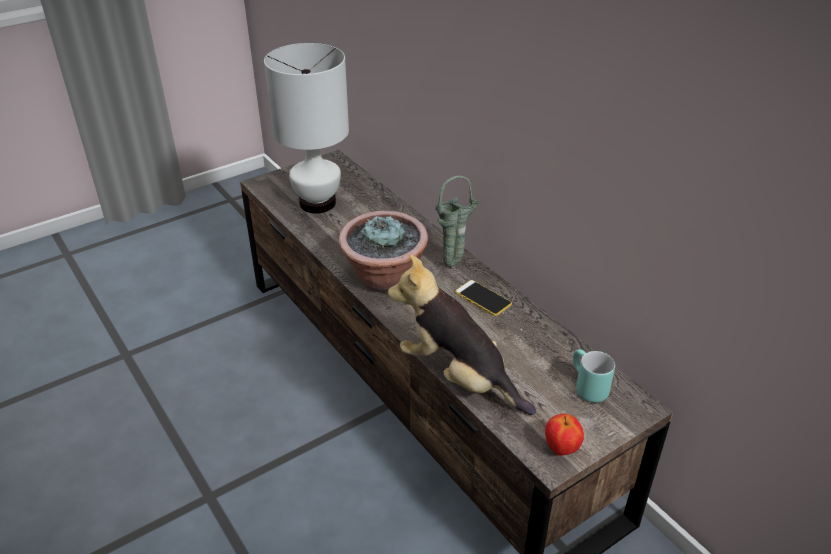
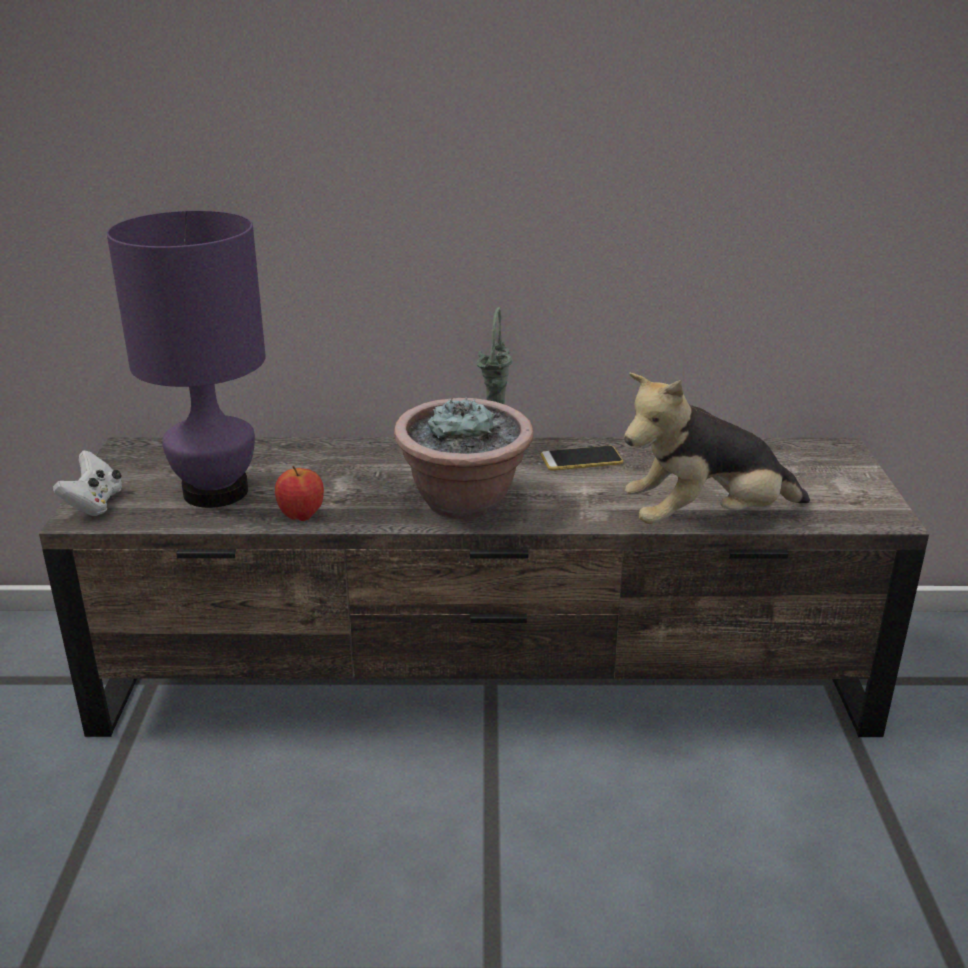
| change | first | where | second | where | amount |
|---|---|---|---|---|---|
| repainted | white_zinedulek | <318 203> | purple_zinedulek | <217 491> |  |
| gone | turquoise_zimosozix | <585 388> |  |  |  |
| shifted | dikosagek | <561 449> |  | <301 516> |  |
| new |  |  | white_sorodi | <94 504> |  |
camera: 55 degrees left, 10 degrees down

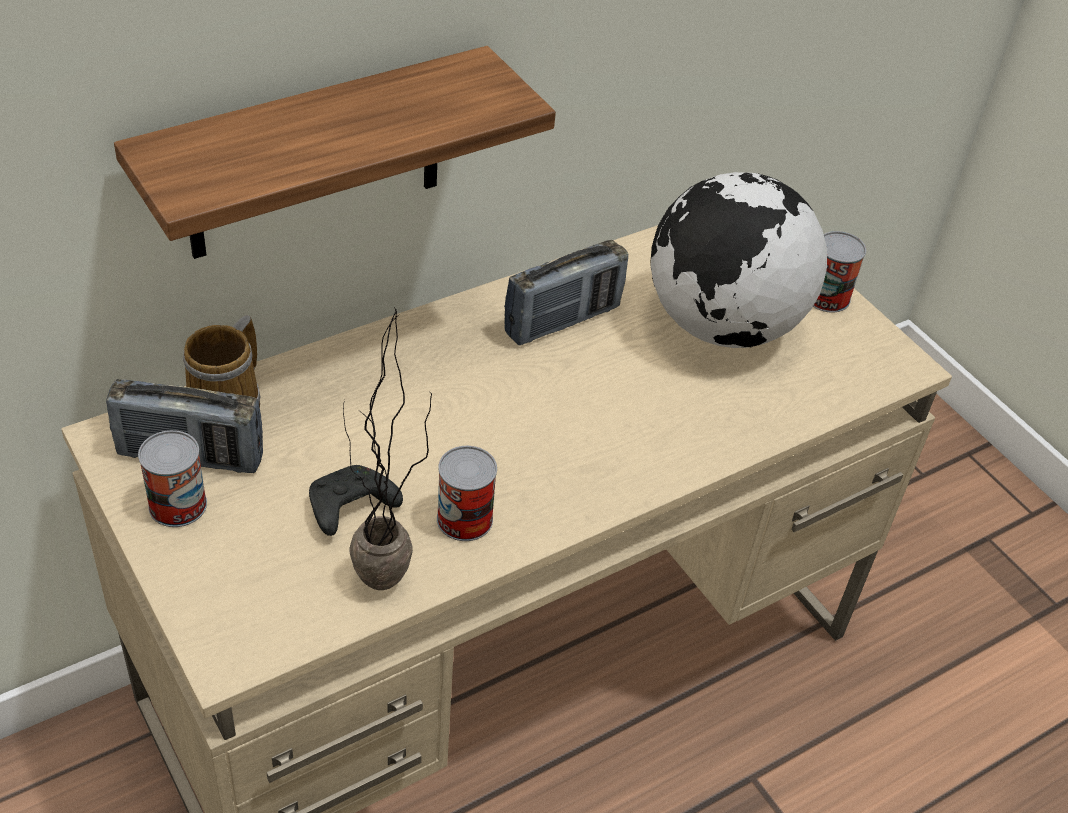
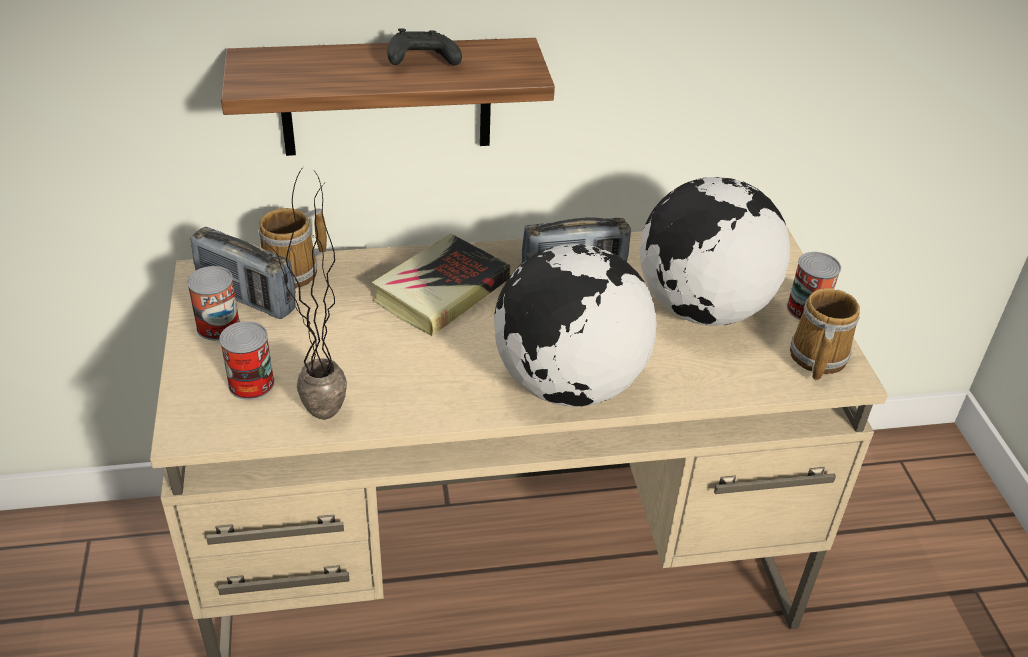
| change | first | where | second | where | amount |
|---|---|---|---|---|---|
| shifted | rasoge | <464 519> |  | <251 384> |  |
| shifted | black_sorodi | <349 509> |  | <420 61> |  |
| new |  |  | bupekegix | <441 291> |  |
| new |  |  | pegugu | <568 385> |  |
| new |  |  | zimosozix | <816 358> |  |
camera: 25 degrees right, 5 degrees down

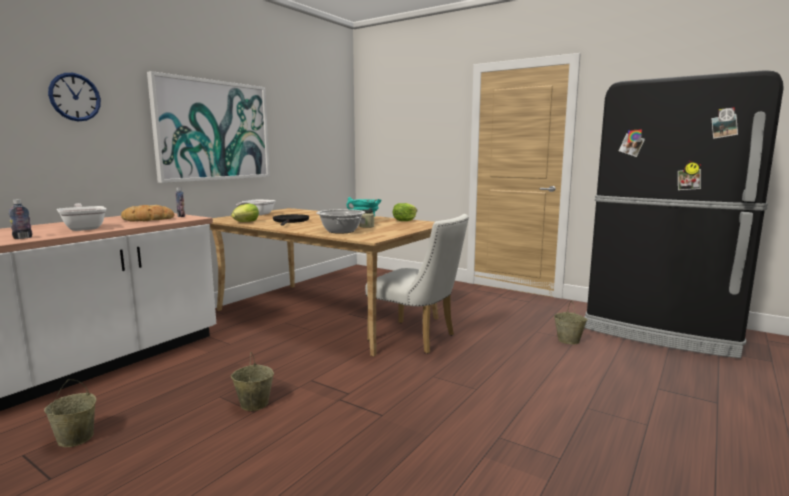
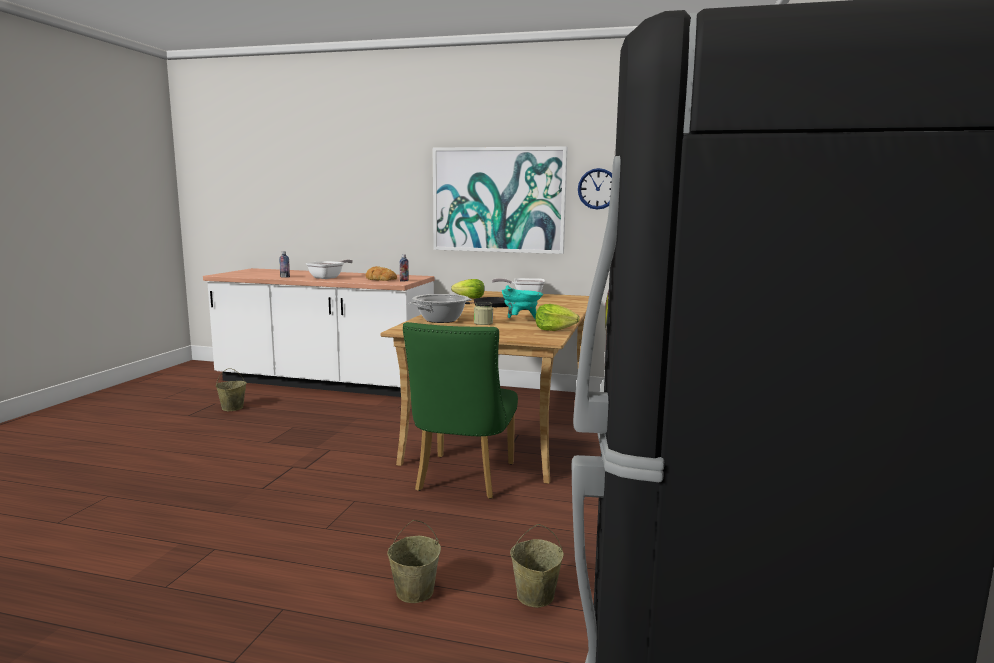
| change | first | where | second | where | amount |
|---|---|---|---|---|---|
| shifted | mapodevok | <75 97> |  | <598 189> |  |
| repainted | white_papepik | <418 339> | green_papepik | <462 480> |  |
| shifted | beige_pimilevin | <254 404> |  | <414 591> |  |
camera: 70 degrees right, 0 degrees up

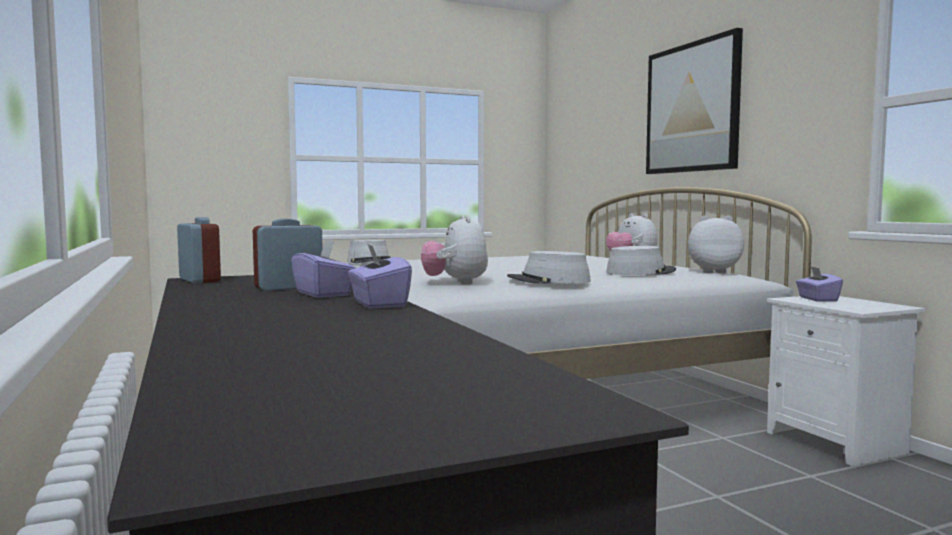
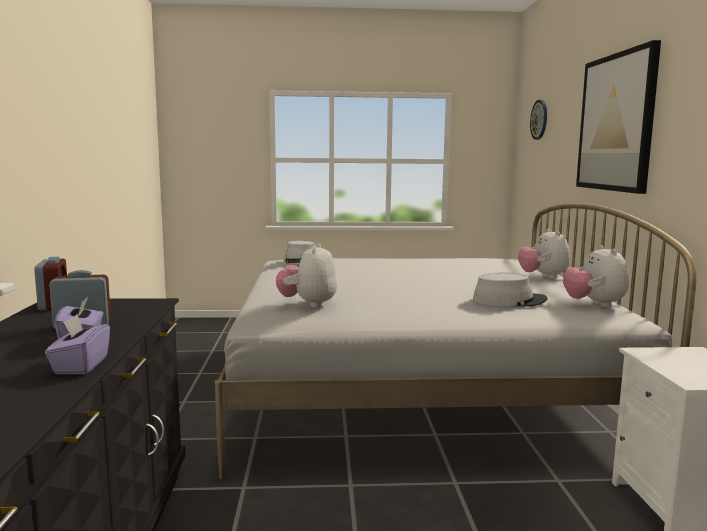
| change | first | where | second | where | amount |
|---|---|---|---|---|---|
| rotated | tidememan | <712 272> |  | <594 304> | 120 degrees counterclockwise |
| gone | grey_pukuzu | <549 281> |  |  |  |
| gone | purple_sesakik | <817 299> |  |  |  |
| new |  |  | mapodevok | <539 119> |  |
camera: 20 degrees right, 5 degrees up

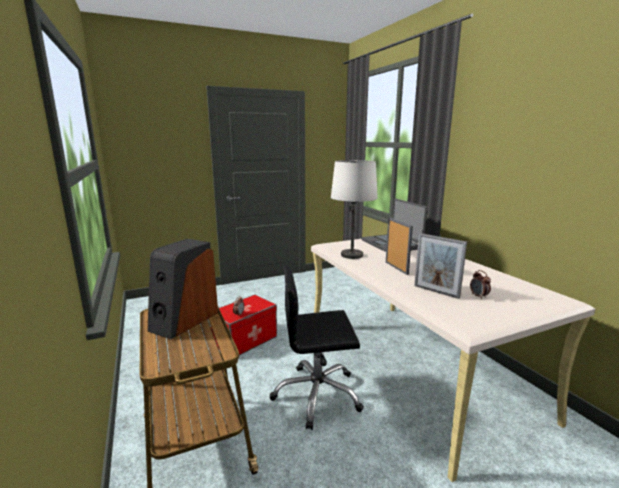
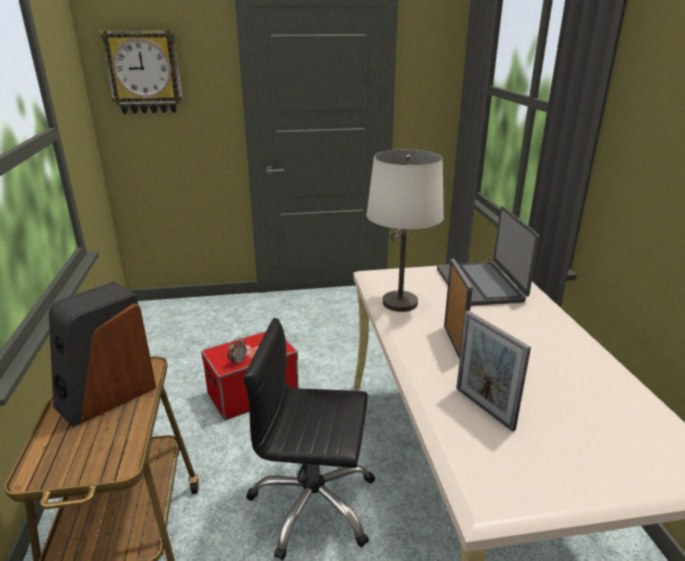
| change | first | where | second | where | amount |
|---|---|---|---|---|---|
| gone | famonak | <478 296> |  |  |  |
| new |  |  | mapodevok | <144 72> |  |
camera: 15 degrees right, 10 degrees up

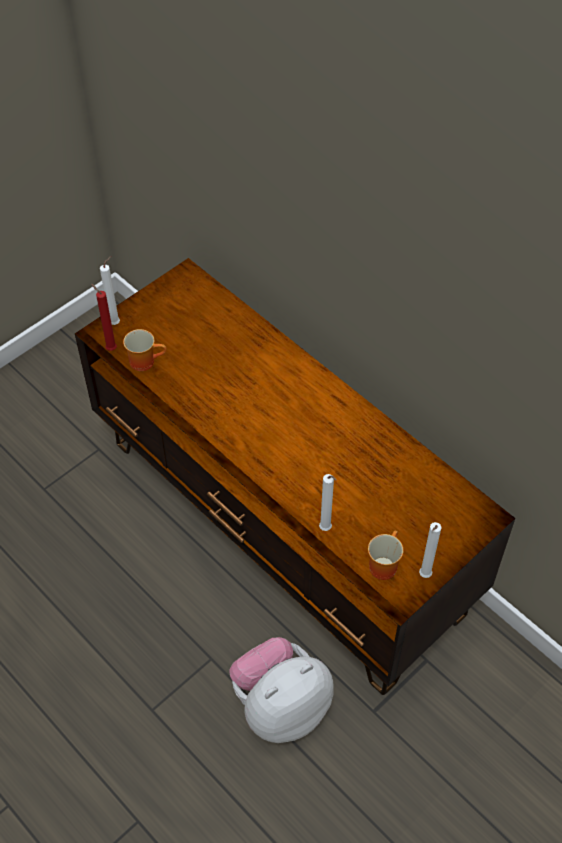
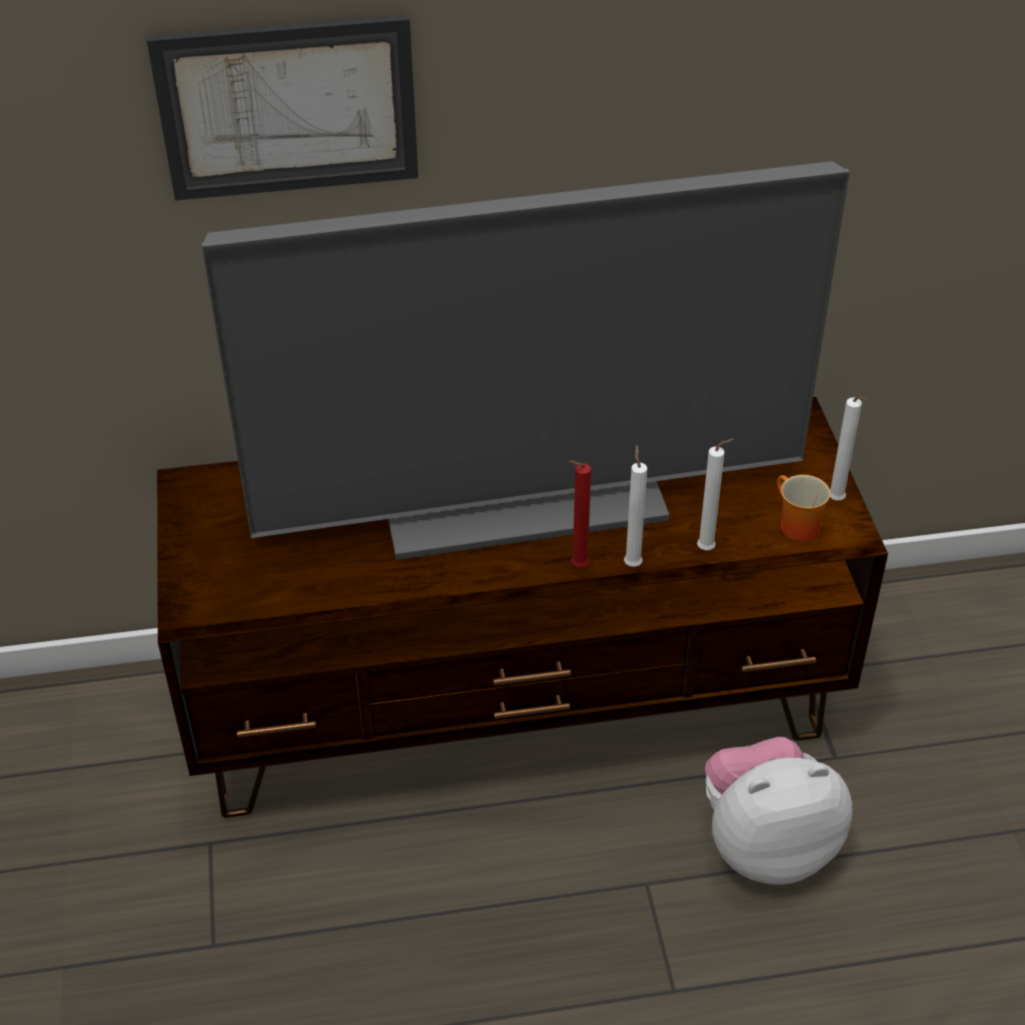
| change | first | where | second | where | amount |
|---|---|---|---|---|---|
| shifted | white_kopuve | <116 322> |  | <632 563> |  |
| shifted | red_kopuve | <110 348> |  | <576 567> |  |
| gone | zimosozix | <145 360> |  |  |  |
| rotated | tidememan | <280 706> |  | <766 844> | 75 degrees clockwise |
| new |  |  | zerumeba | <288 108> |  |
| new |  |  | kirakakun | <524 493> |  |
camera: 55 degrees left, 10 degrees down

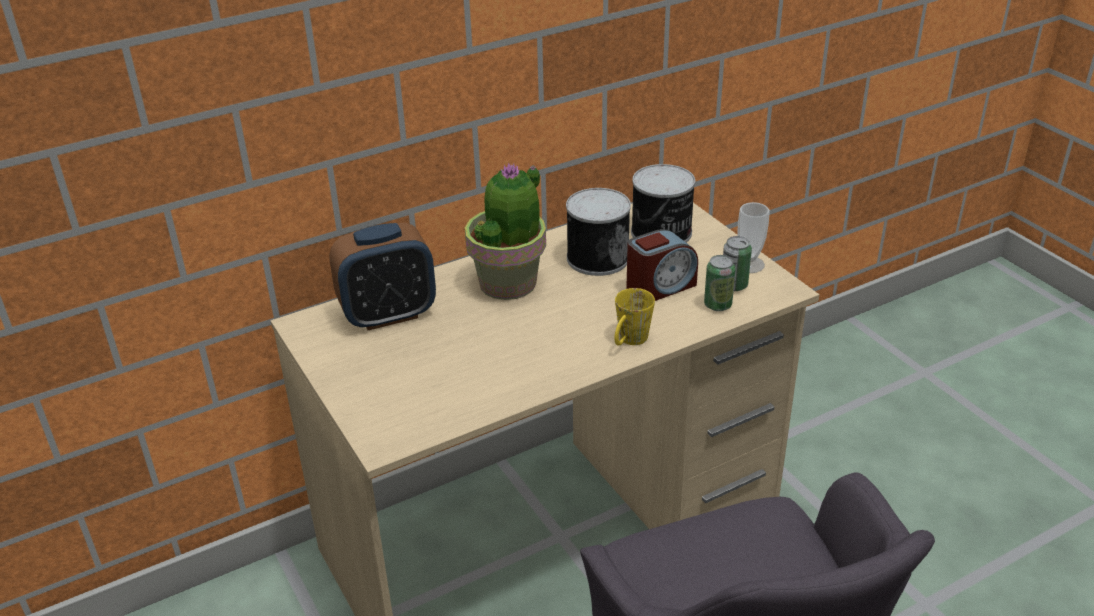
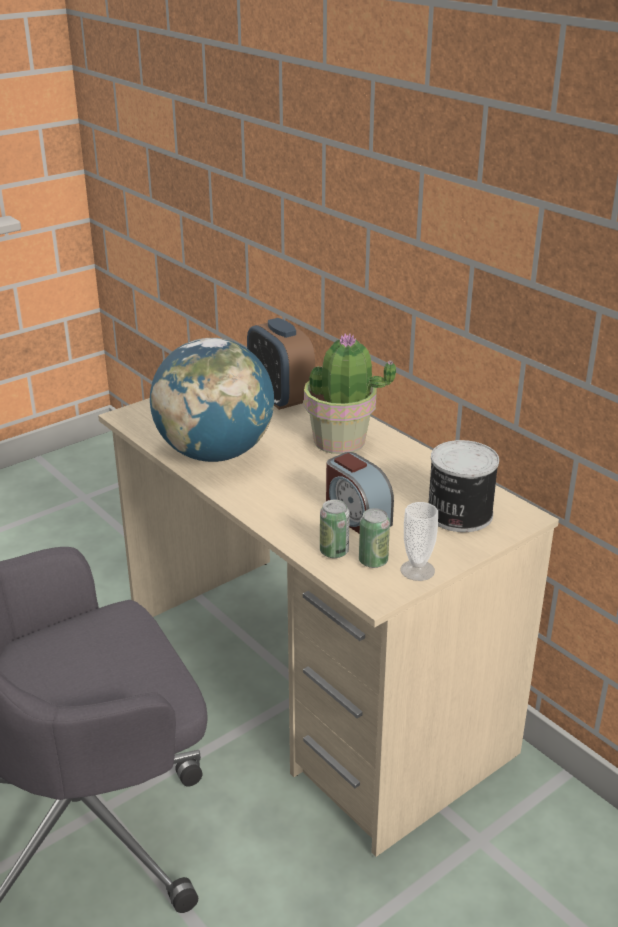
| change | first | where | second | where | amount |
|---|---|---|---|---|---|
| gone | rasoge | <596 257> |  |  |  |
| gone | yellow_zimosozix | <629 342> |  |  |  |
| new |  |  | pegugu | <215 453> |  |
camera: 80 degrees right, 5 degrees down

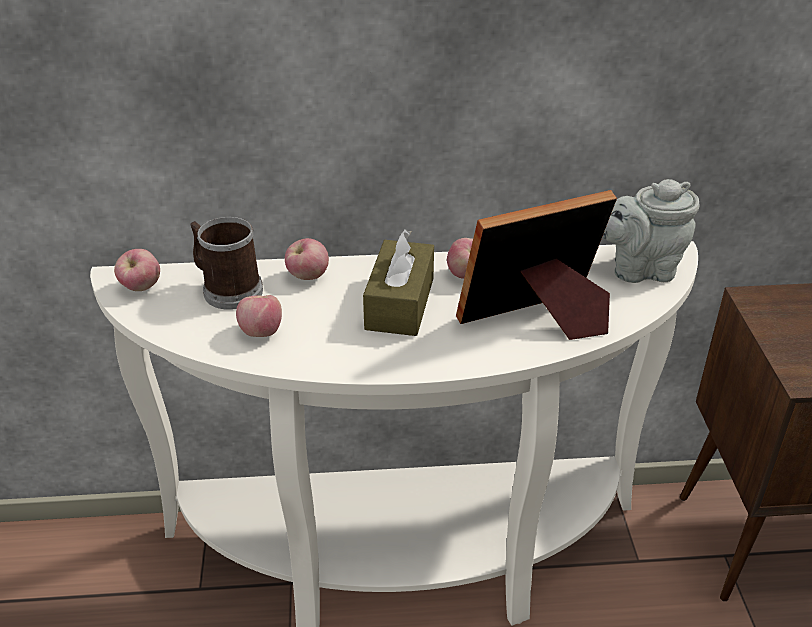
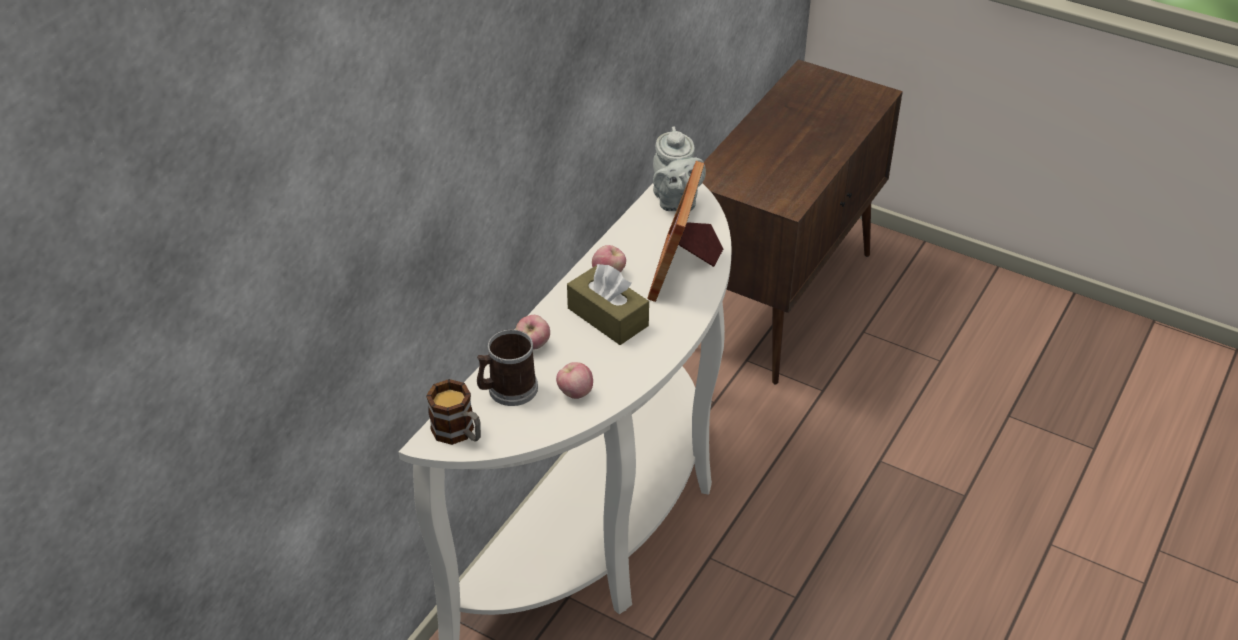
| change | first | where | second | where | amount |
|---|---|---|---|---|---|
| rotated | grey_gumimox | <638 269> |  | <675 201> | 45 degrees counterclockwise |
| swapped | dikosagek | <141 288> | zimosozix | <459 433> |  |
camera: 55 degrees left, 5 degrees up

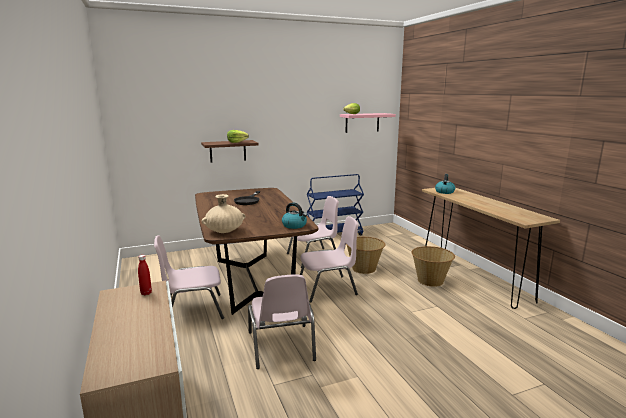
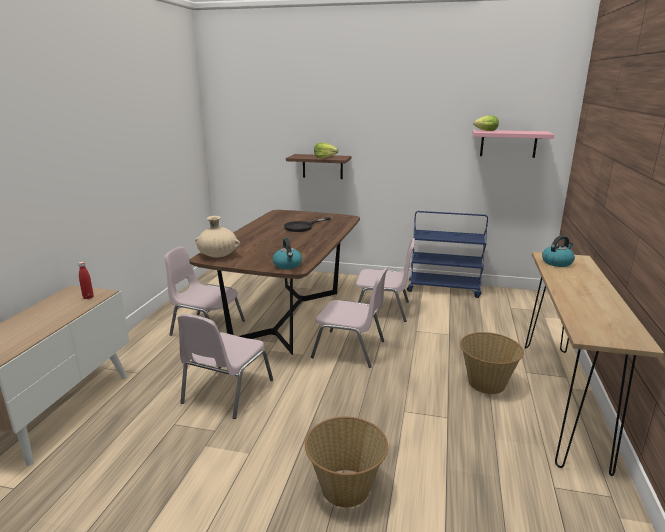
| change | first | where | second | where | amount |
|---|---|---|---|---|---|
| shifted | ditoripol | <364 269> |  | <345 488> |  |
camera: 35 degrees right, 5 degrees up

